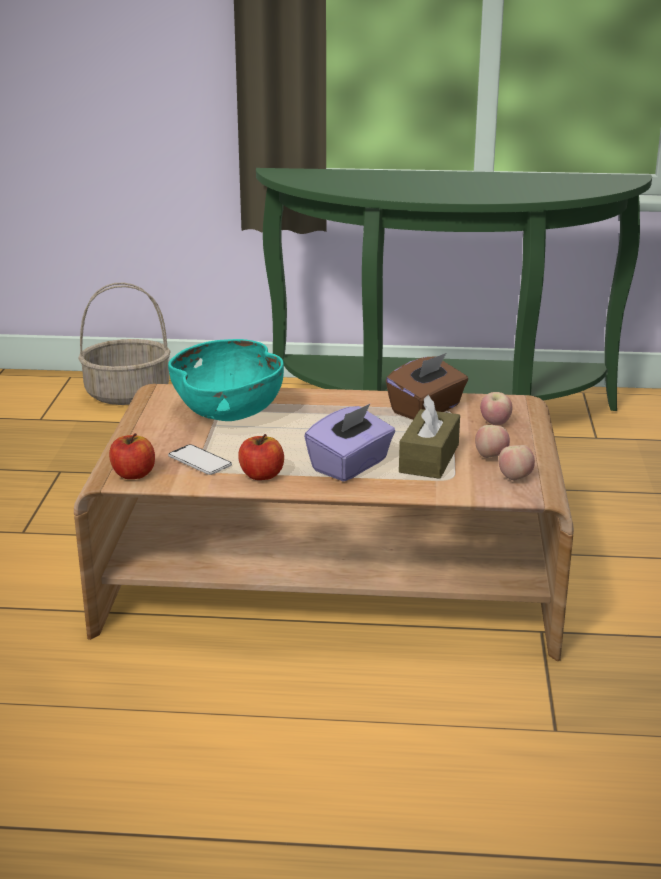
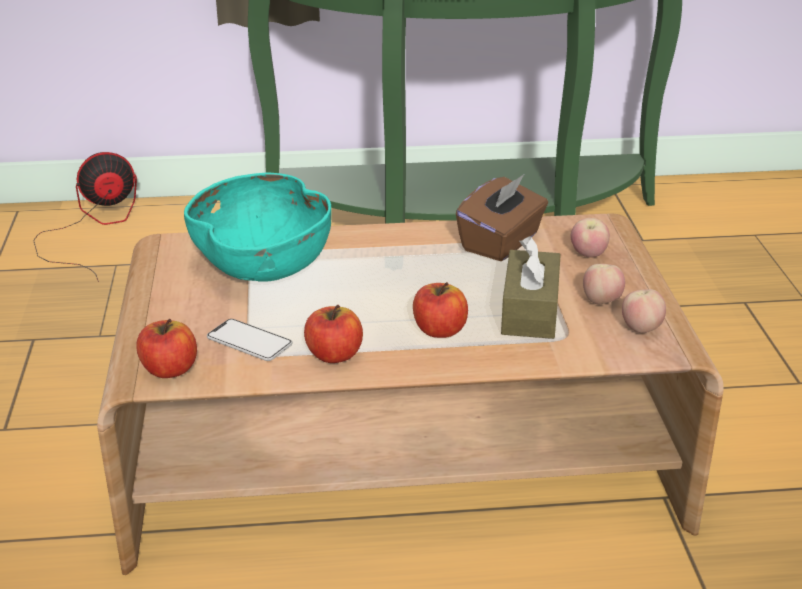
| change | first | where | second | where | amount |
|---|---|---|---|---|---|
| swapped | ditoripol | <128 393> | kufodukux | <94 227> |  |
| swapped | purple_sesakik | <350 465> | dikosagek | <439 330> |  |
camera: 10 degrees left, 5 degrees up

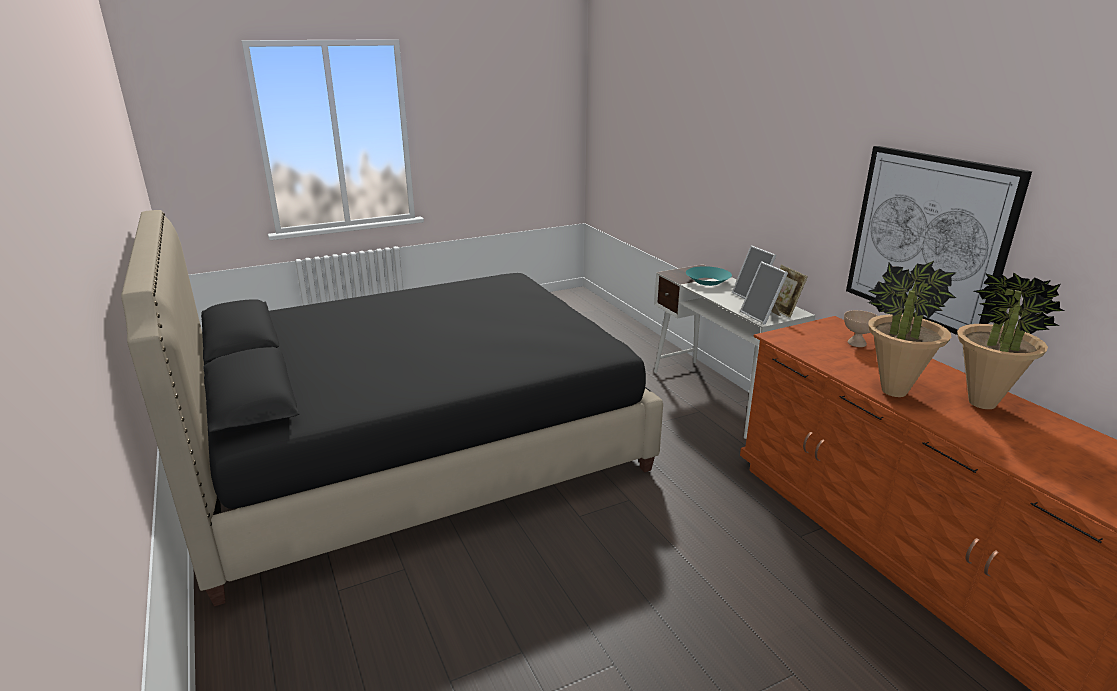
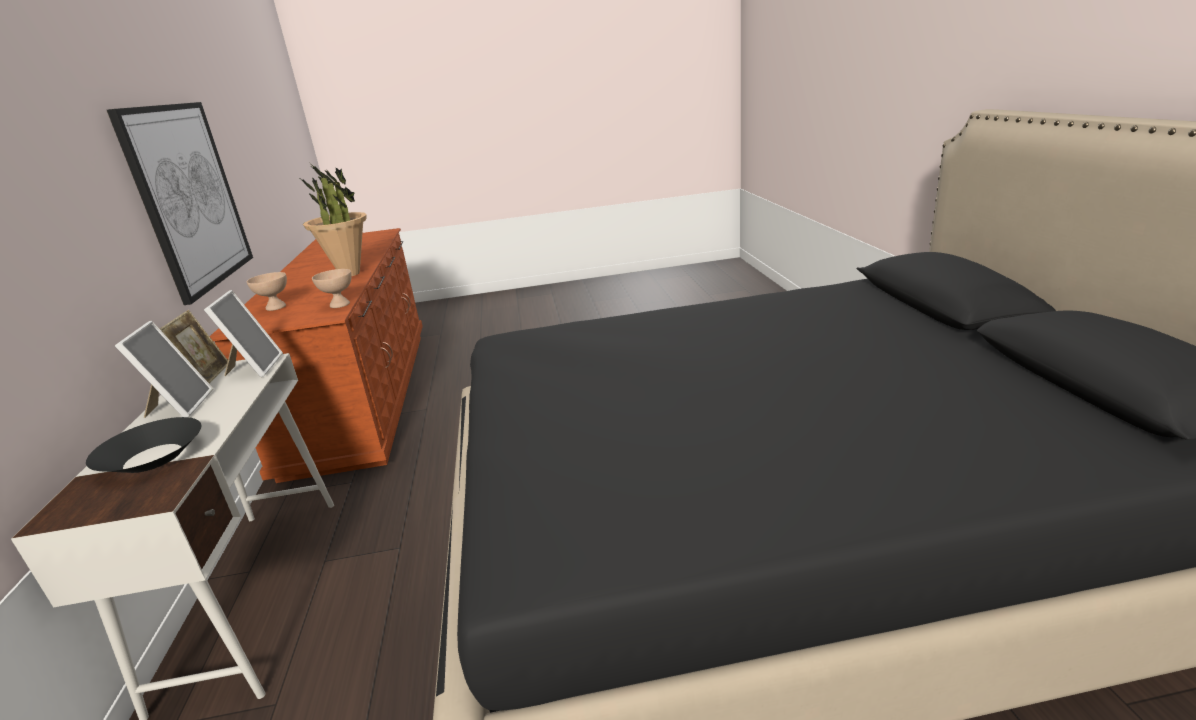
| change | first | where | second | where | amount |
|---|---|---|---|---|---|
| repainted | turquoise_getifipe | <708 281> | black_getifipe | <153 457> |  |
| gone | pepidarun | <982 403> |  |  |  |
| new |  |  | beige_getifipe | <340 304> |  |
camera: 160 degrees left, 0 degrees up

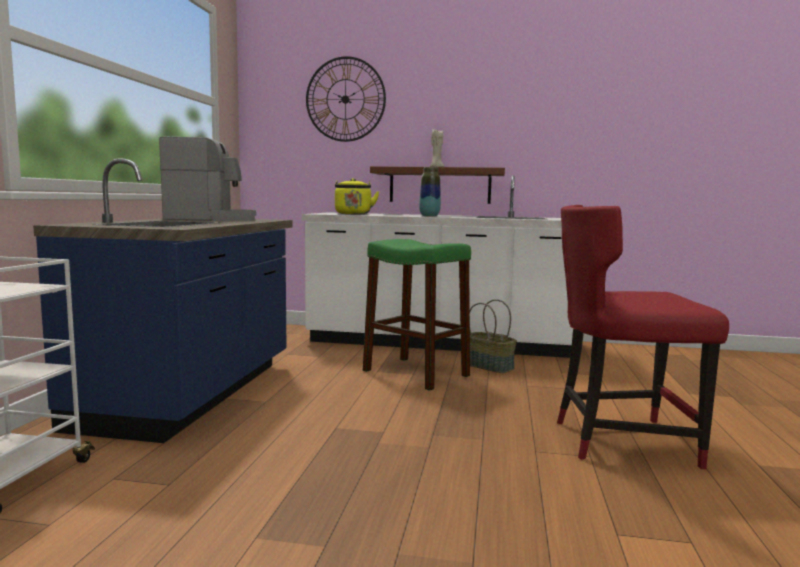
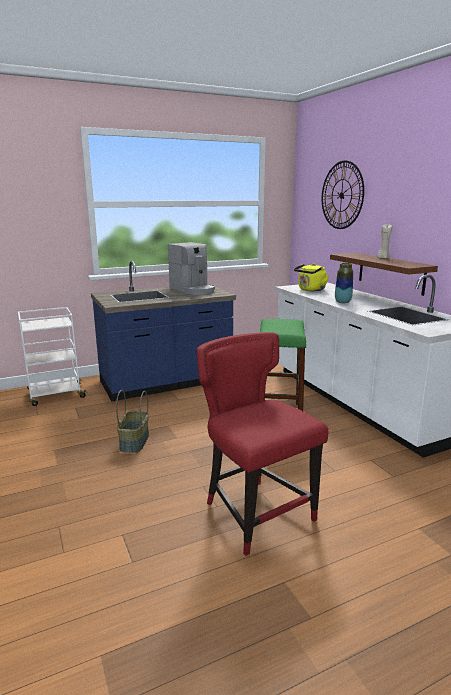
| change | first | where | second | where | amount |
|---|---|---|---|---|---|
| shifted | ditoripol | <489 366> |  | <135 442> |  |
camera: 55 degrees right, 10 degrees up

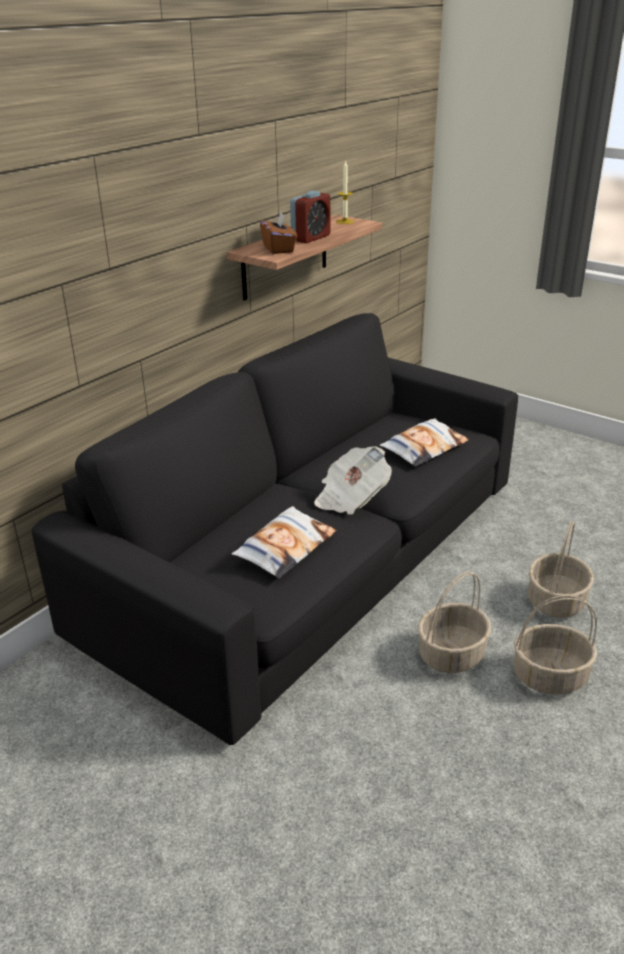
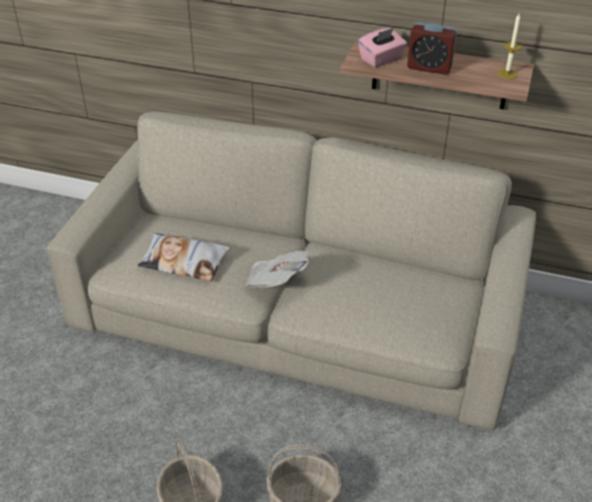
| change | first | where | second | where | amount |
|---|---|---|---|---|---|
| repainted | brown_sesakik | <279 249> | pink_sesakik | <381 59> |  |
| repainted | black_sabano | <312 556> | beige_sabano | <296 313> |  |
| gone | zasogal | <424 448> |  |  |  |
| gone | ditoripol | <451 654> |  |  |  |
camera: 70 degrees right, 10 degrees up

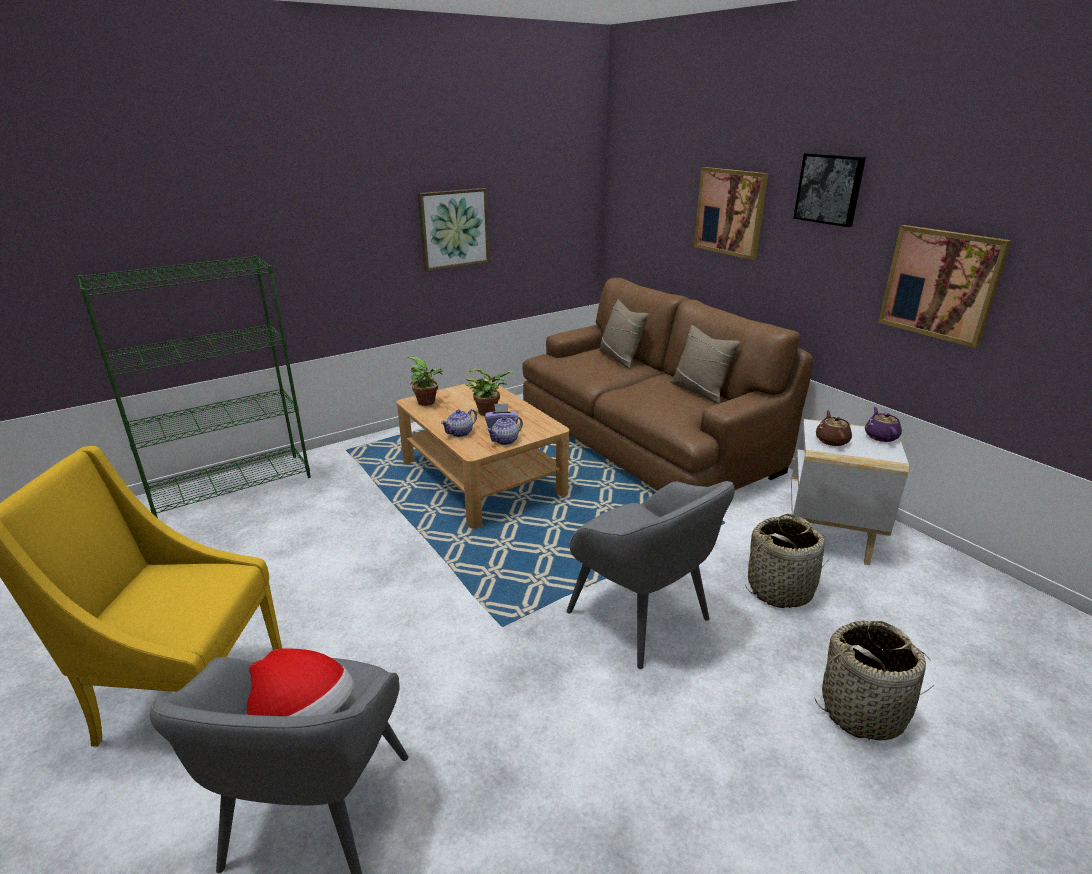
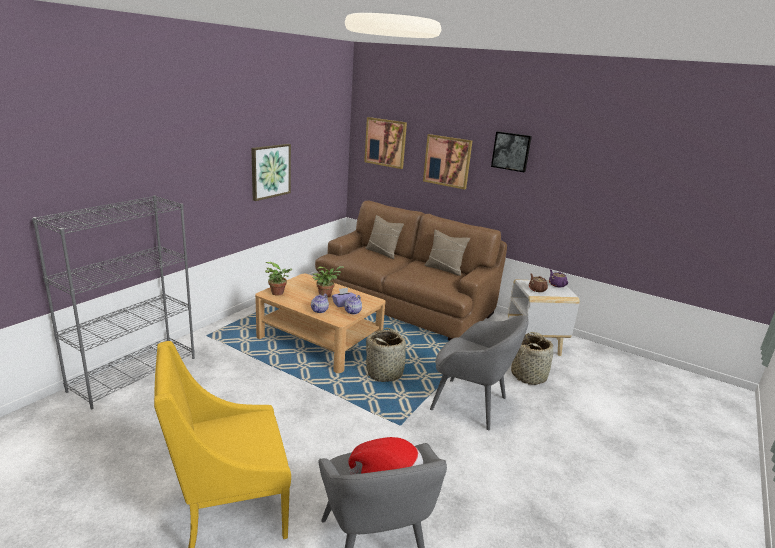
| change | first | where | second | where | amount |
|---|---|---|---|---|---|
| shifted | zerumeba | <940 284> |  | <385 142> |  |
| repainted | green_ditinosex | <232 485> | grey_ditinosex | <134 373> |  |
| shifted | ditoripol | <863 710> |  | <385 373> |  |
camera: 25 degrees left, 5 degrees down

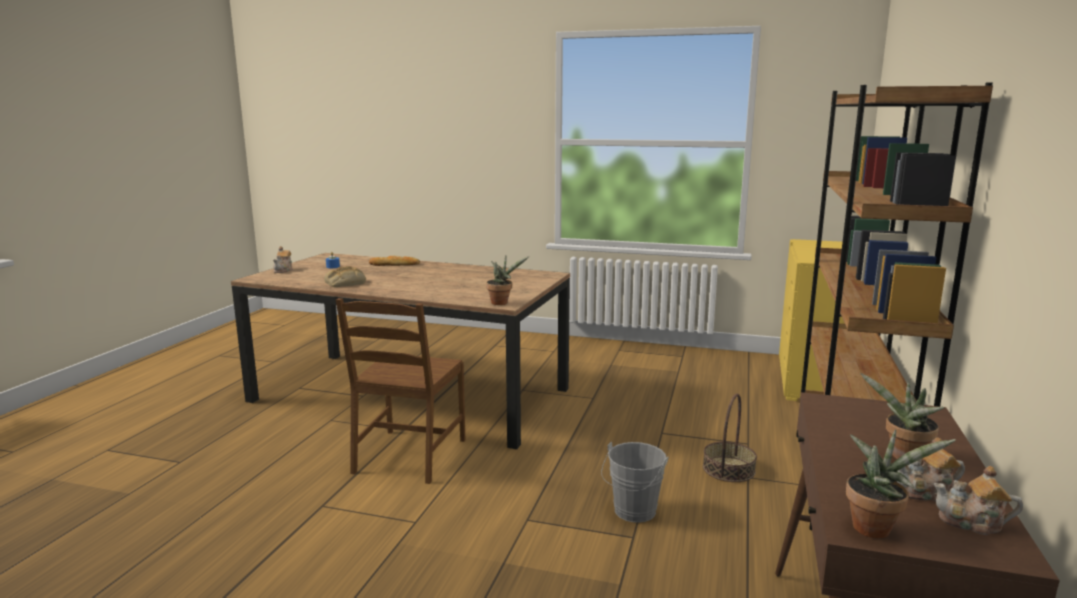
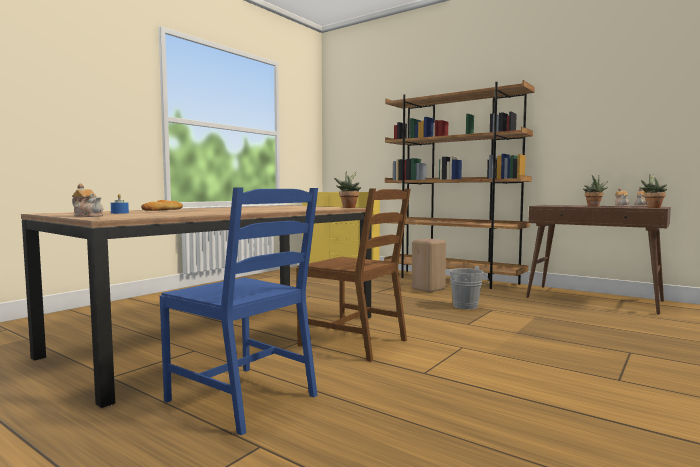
| change | first | where | second | where | amount |
|---|---|---|---|---|---|
| gone | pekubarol | <345 283> |  |  |  |
| swapped | ditoripol | <729 469> | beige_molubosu | <429 289> |  |
| new |  |  | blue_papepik | <244 397> |  |
camera: 70 degrees left, 10 degrees down

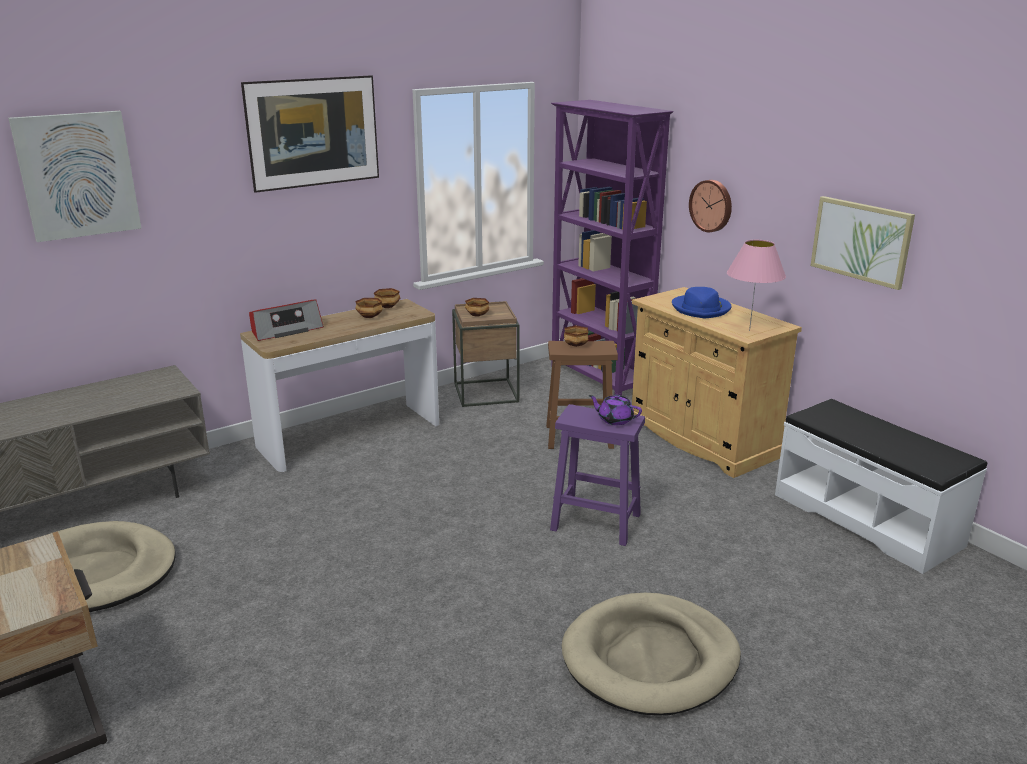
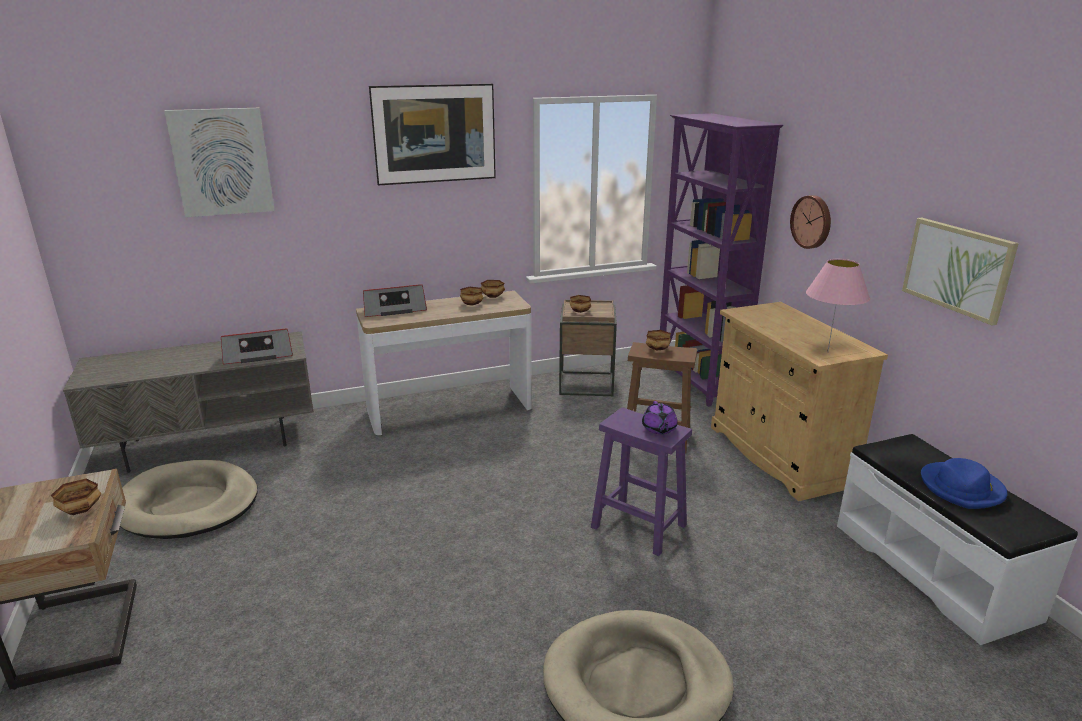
| change | first | where | second | where | amount |
|---|---|---|---|---|---|
| shifted | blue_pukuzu | <701 309> |  | <962 488> |  |
| rotated | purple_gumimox | <614 420> |  | <659 429> | 135 degrees counterclockwise |
| new |  |  | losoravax | <258 355> |  |
| new |  |  | getifipe | <82 510> |  |
camera: 15 degrees right, 0 degrees up

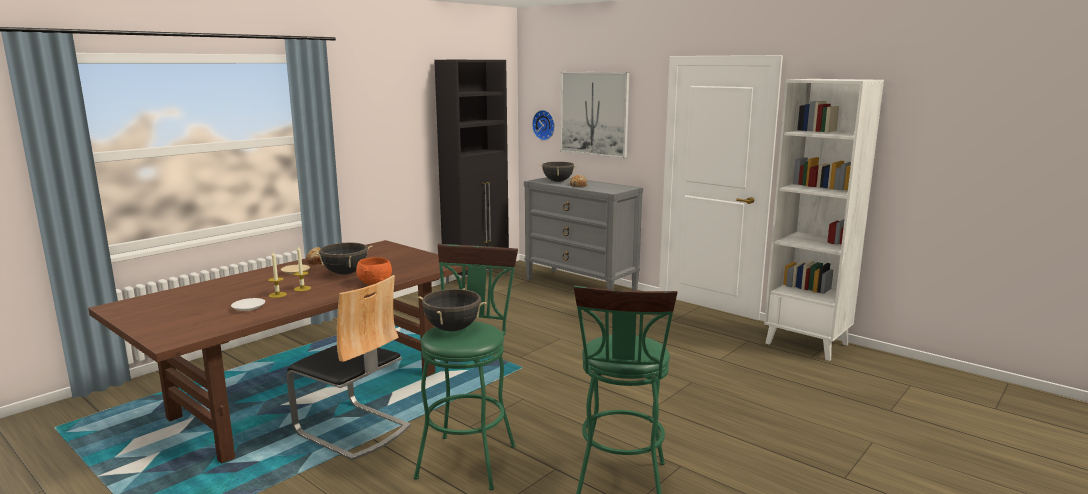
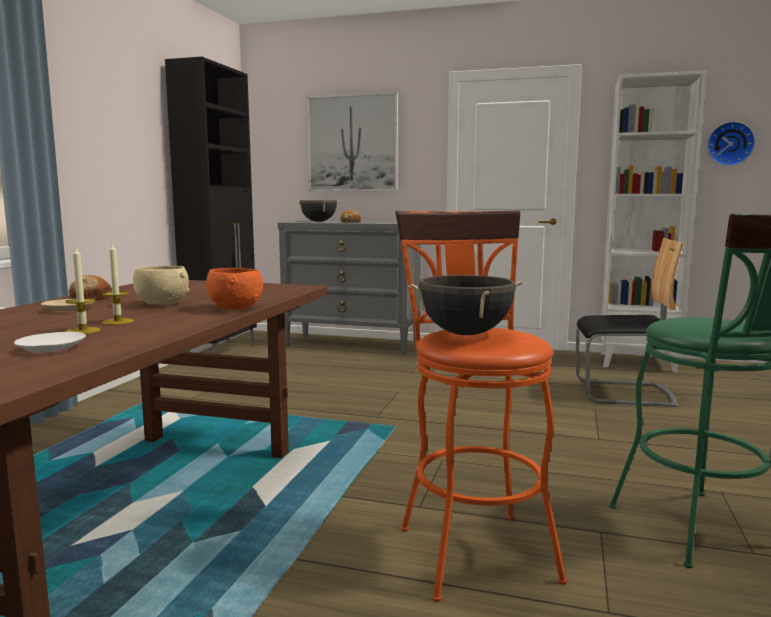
| change | first | where | second | where | amount |
|---|---|---|---|---|---|
| shifted | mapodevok | <544 125> |  | <730 144> |  |
| swapped | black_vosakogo | <345 273> | beige_getifipe | <161 304> |  |
| repainted | green_molubosu | <469 456> | orange_molubosu | <472 545> |  |
| shifted | papepik | <352 430> |  | <623 393> |  |
camera: 25 degrees left, 5 degrees down

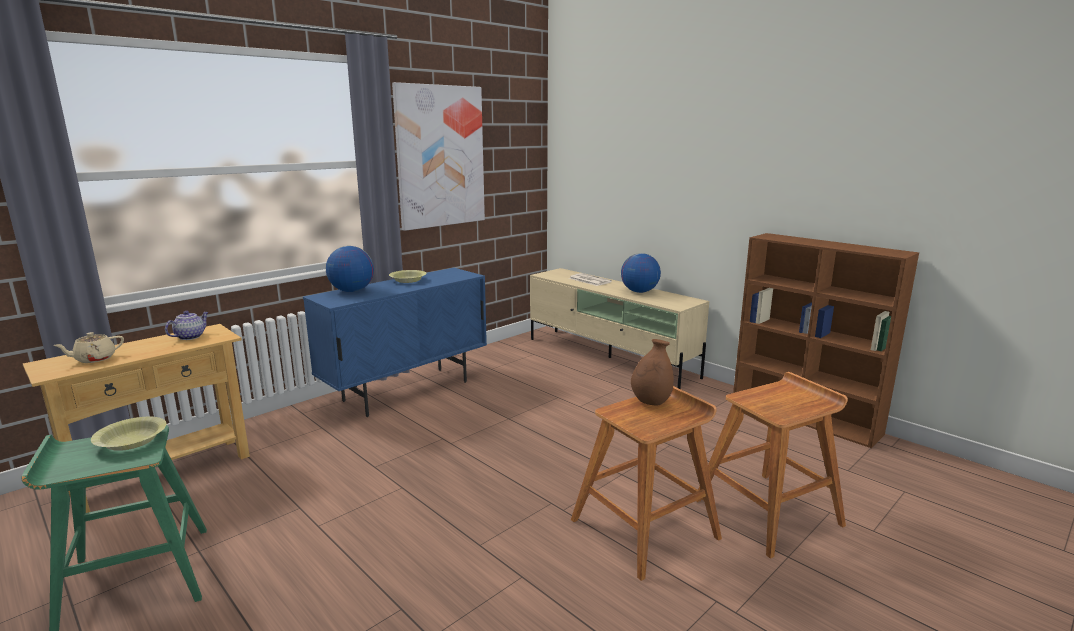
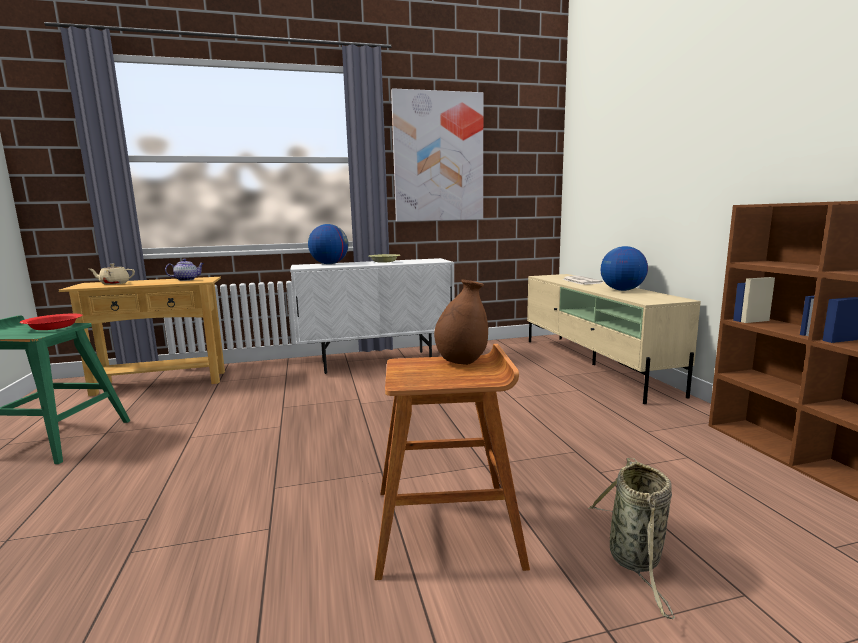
| change | first | where | second | where | amount |
|---|---|---|---|---|---|
| repainted | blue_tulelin | <407 391> | white_tulelin | <377 362> |  |
| swapped | brown_molubosu | <768 512> | ditoripol | <635 561> |  |
| repainted | yellow_getifipe | <131 442> | red_getifipe | <53 327> |  |
camera: 30 degrees right, 5 degrees down

